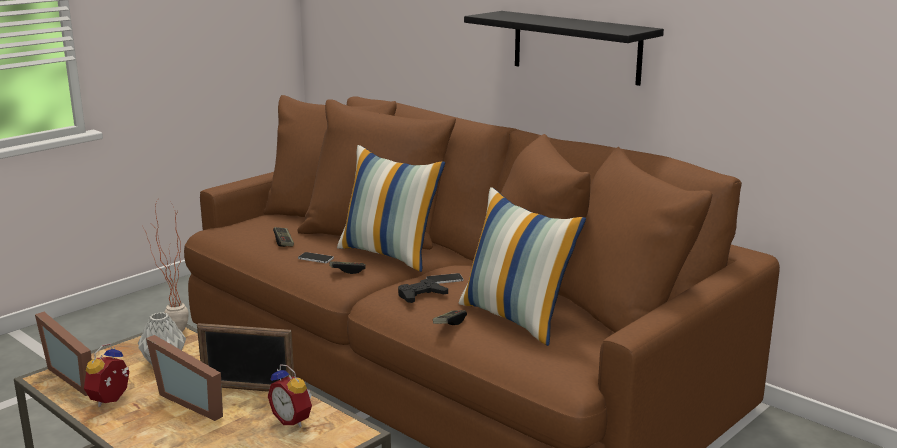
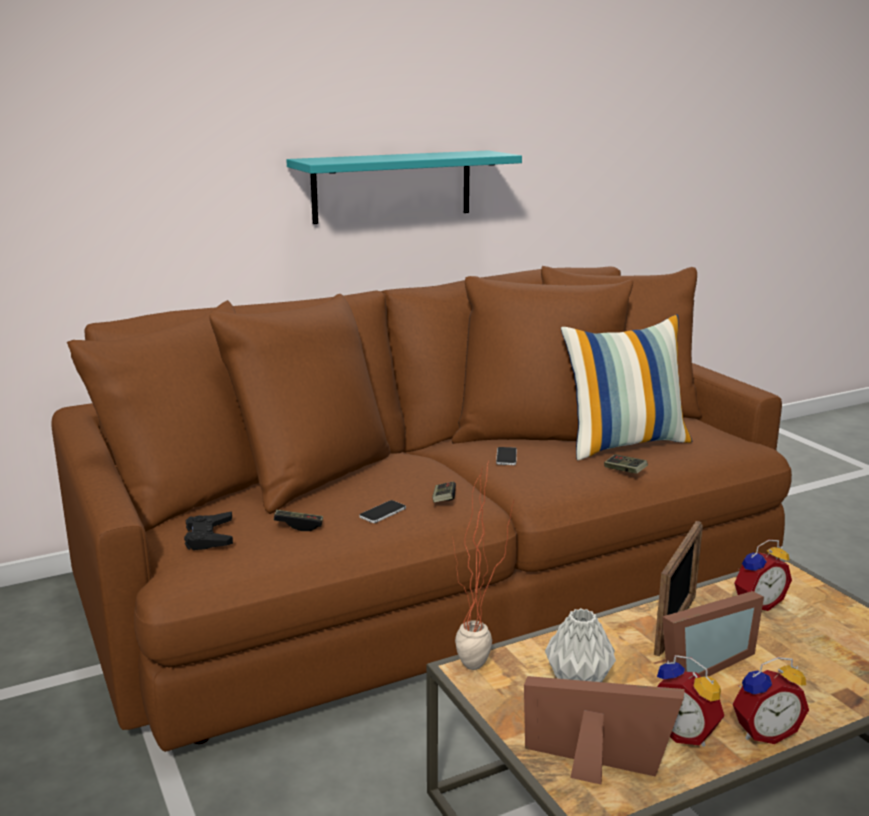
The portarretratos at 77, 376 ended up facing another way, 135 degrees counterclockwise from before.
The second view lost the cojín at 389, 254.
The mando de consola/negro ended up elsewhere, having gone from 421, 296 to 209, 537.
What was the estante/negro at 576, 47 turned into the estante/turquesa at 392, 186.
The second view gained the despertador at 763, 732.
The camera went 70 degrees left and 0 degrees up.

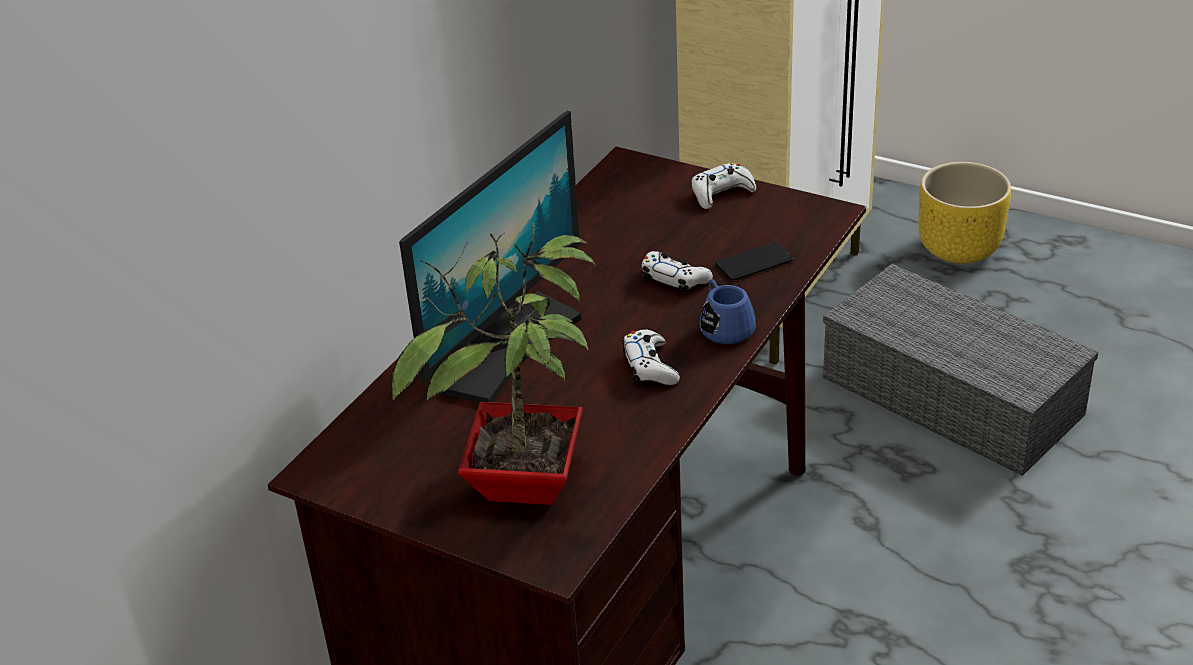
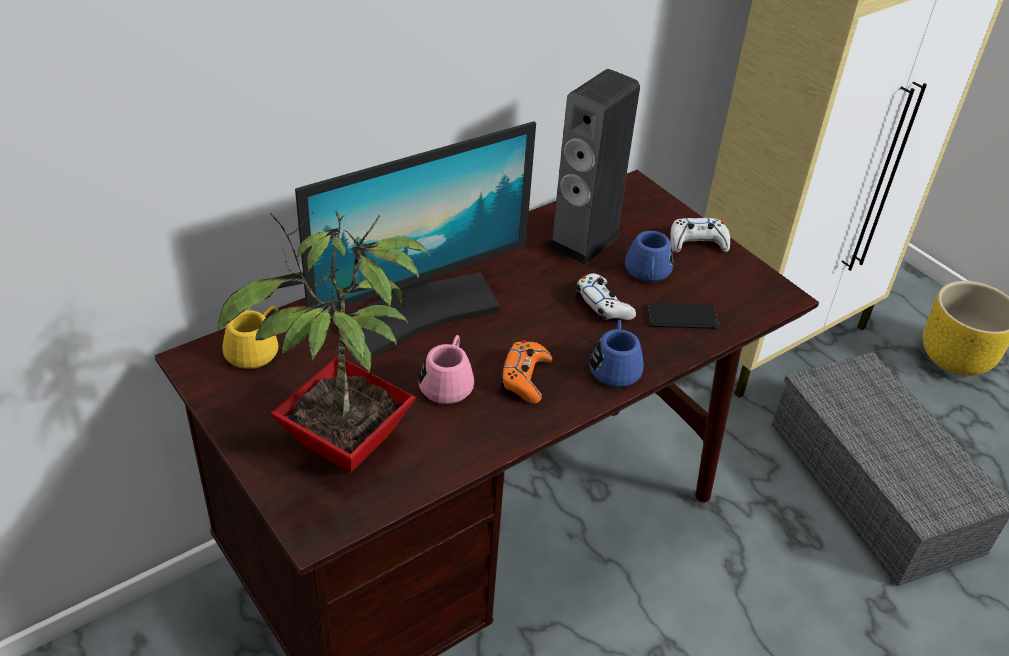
What was the mando de consola/blanco at 650, 366 turned into the mando de consola/naranja at 525, 377.
The second view gained the taza grande/amarillo at 256, 348.
The second view gained the taza grande/rosa at 448, 381.
The second view gained the altavoz at 584, 240.
The second view gained the taza grande/azul at 647, 273.
The camera went 20 degrees right and 5 degrees up.

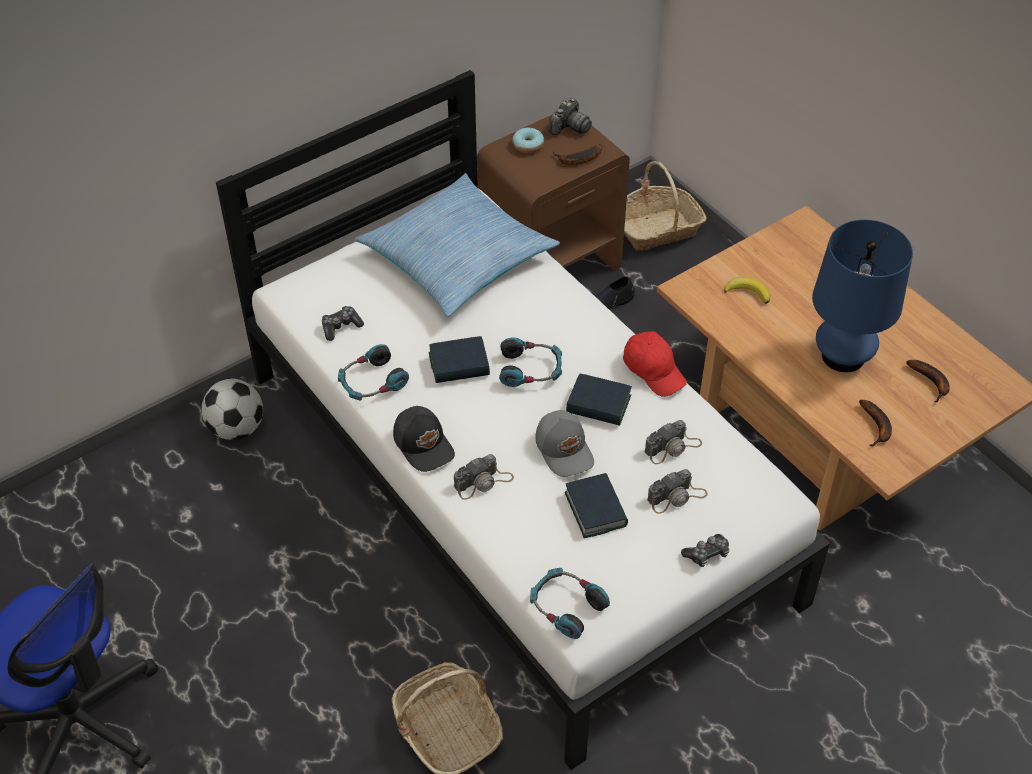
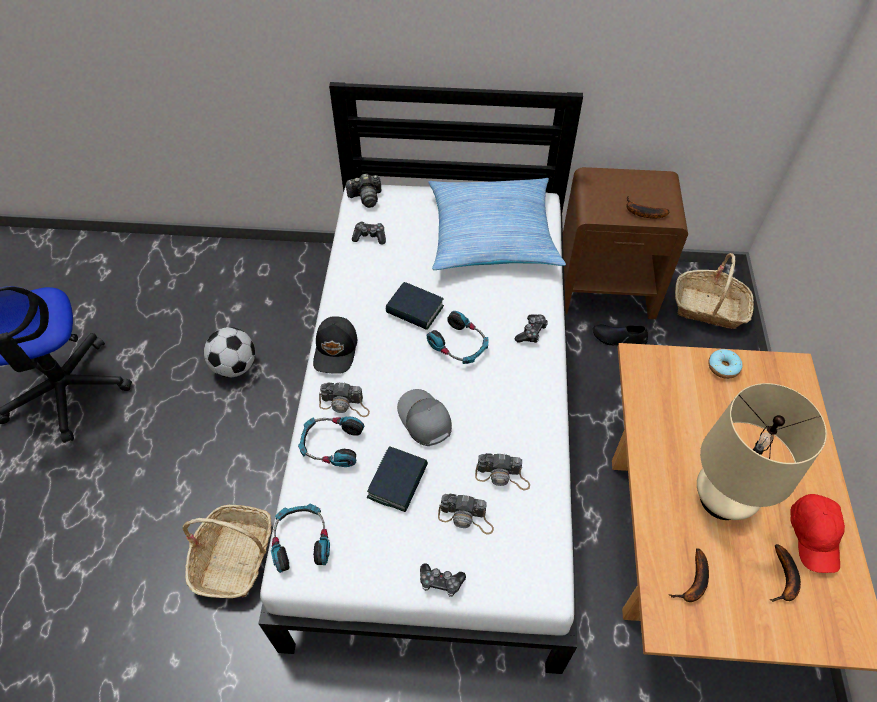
The balón de fútbol ended up elsewhere, having gone from 236, 428 to 235, 366.
The auriculares ended up elsewhere, having gone from 372, 382 to 331, 444.
The rosquilla ended up elsewhere, having gone from 528, 145 to 723, 367.
The gorra/gris at 565, 449 ended up facing another way, 135 degrees clockwise from before.
The cámara ended up elsewhere, having gone from 569, 127 to 366, 197.
The second view lost the libro at 598, 404.
The gorra/rojo ended up elsewhere, having gone from 654, 370 to 814, 536.
The second view lost the plátano at 748, 292.
What was the lámpara de mesa/azul at 843, 356 turned into the lámpara de mesa/beis at 722, 499.
The second view gained the mando de consola at 531, 332.
The camera went 40 degrees right and 5 degrees up.

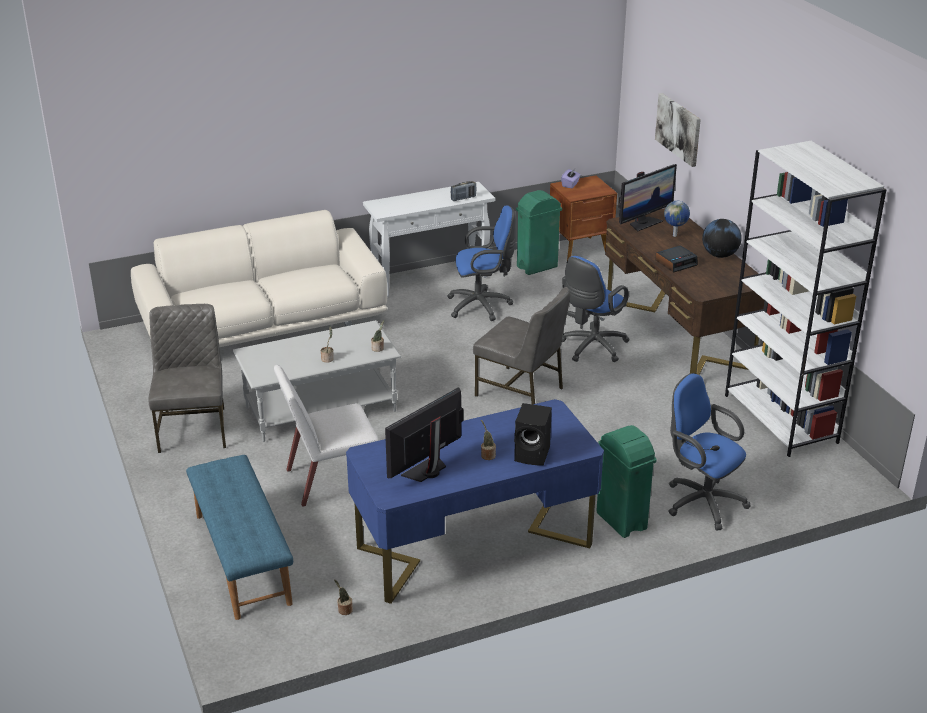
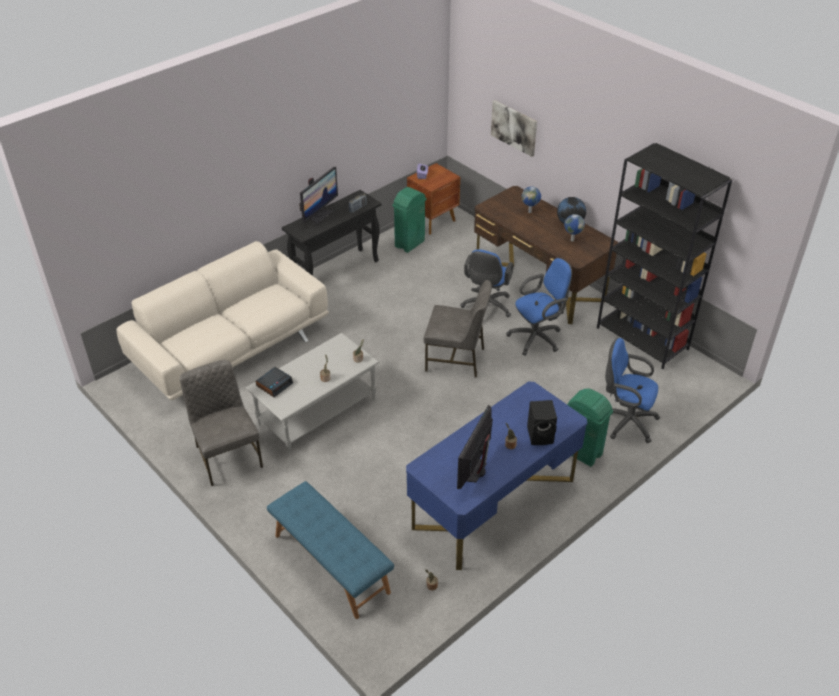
The second view lost the silla/blanco at 330, 480.
What was the mesa consola/blanco at 431, 279 turned into the mesa consola/negro at 336, 272.
The silla de oficina/azul ended up elsewhere, having gone from 482, 306 to 538, 337.
The monitor ended up elsewhere, having gone from 643, 223 to 319, 215.
The despertador ended up elsewhere, having gone from 676, 263 to 274, 384.
What was the estantería/blanco at 781, 419 turned into the estantería/negro at 643, 338.
The second view gained the globo terráqueo at 572, 240.
The camera went 20 degrees left and 10 degrees up.

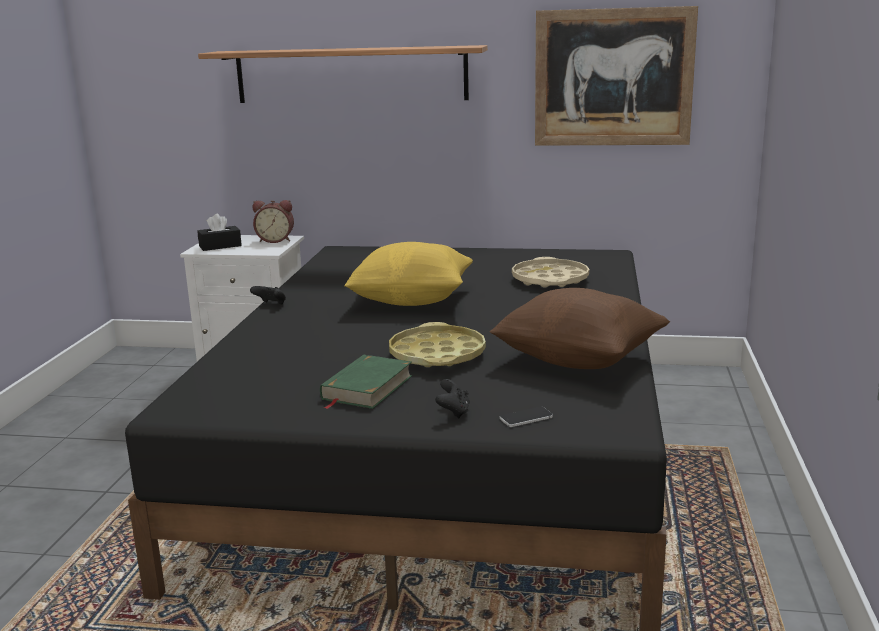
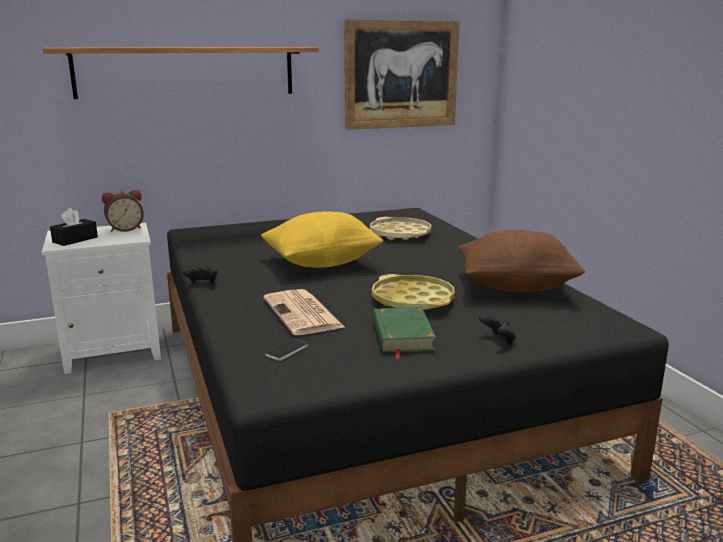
The móvil ended up elsewhere, having gone from 526, 418 to 286, 350.
The second view gained the periódico at 303, 313.
The camera went 30 degrees left and 0 degrees up.

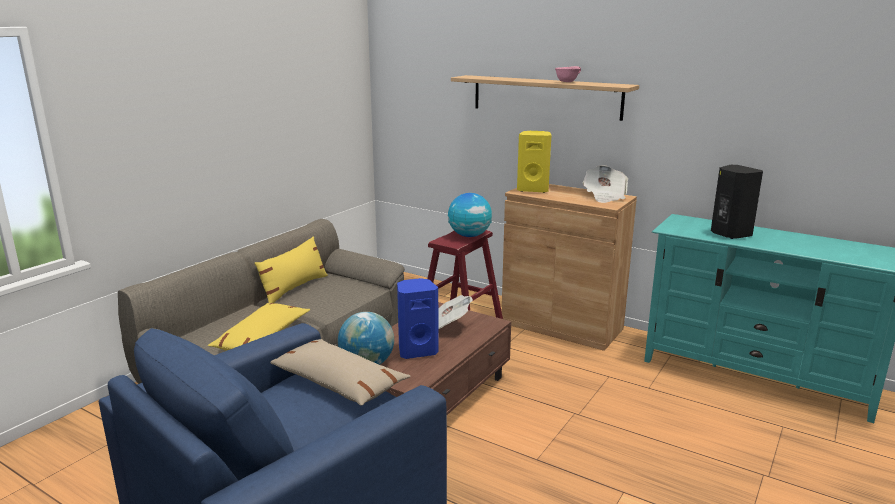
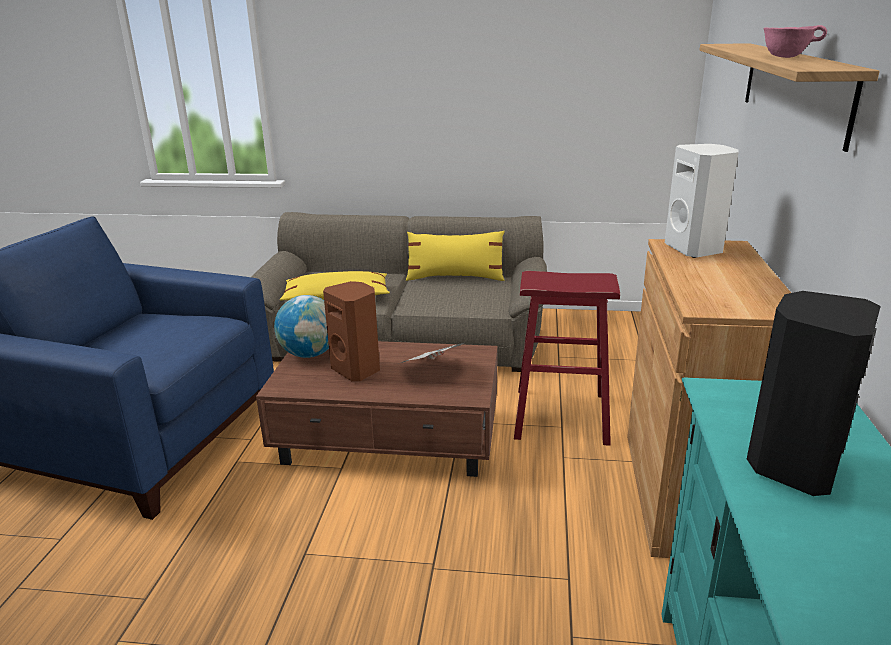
The second view lost the cojín/beis at 338, 383.
What was the altavoz/azul at 417, 350 turned into the altavoz/marrón at 357, 370.
The second view lost the globo terráqueo at 469, 236.
What was the altavoz/amarillo at 533, 190 turned into the altavoz/blanco at 695, 249.
The second view lost the periódico at 604, 196.
The camera went 65 degrees right and 5 degrees up.

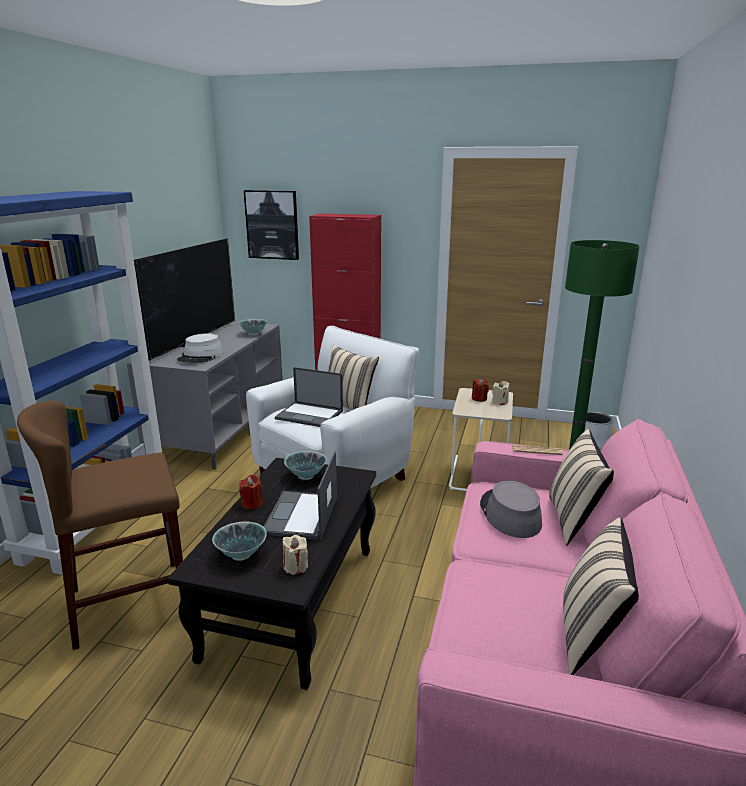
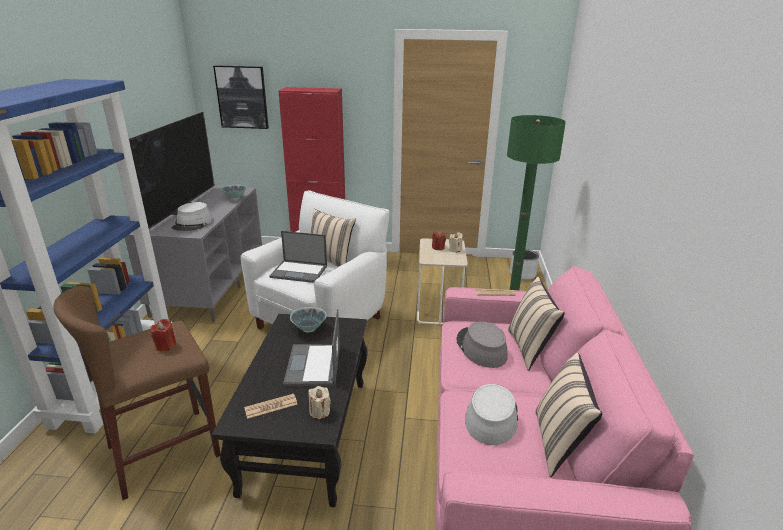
Where the cuenco stood at 241, 555, the periódico came to stand at 271, 406.
The vela/rojo ended up elsewhere, having gone from 252, 503 to 165, 345.
The second view gained the sombrero/gris at 491, 416.
The camera went 10 degrees left and 5 degrees up.

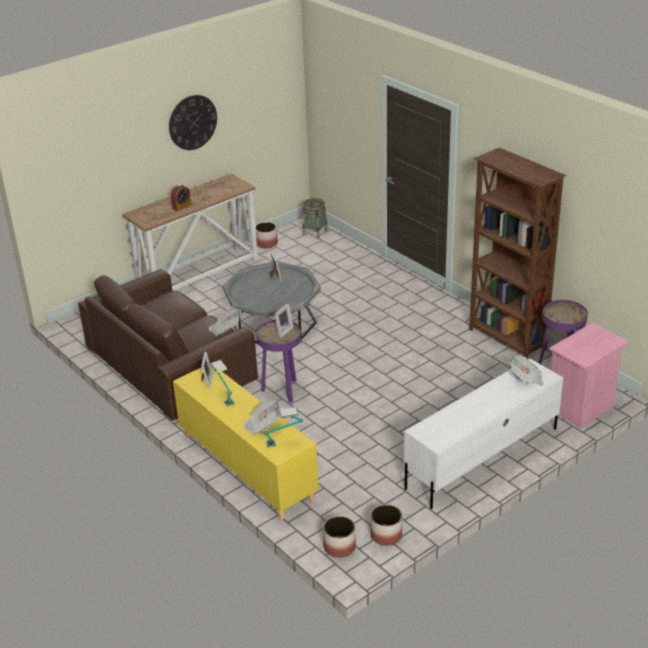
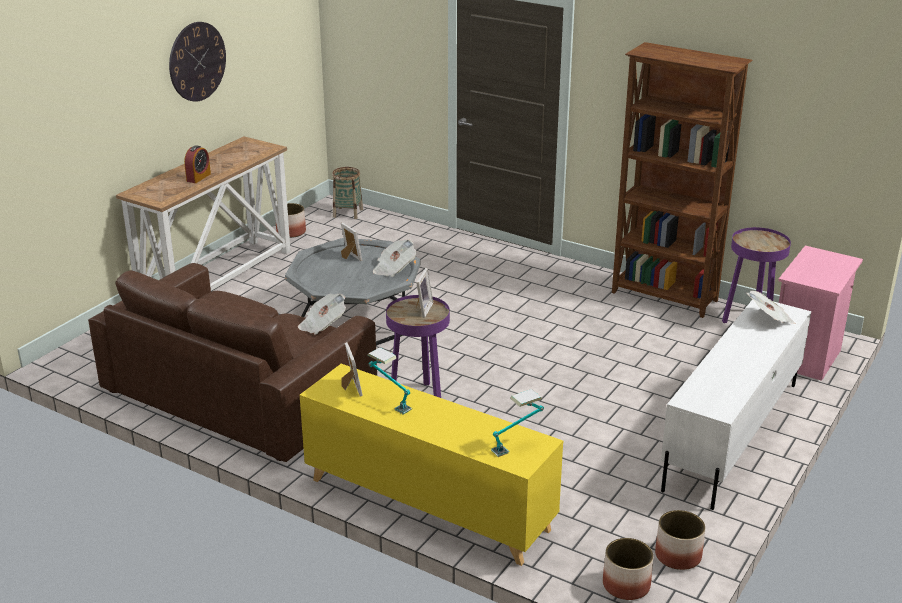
The periódico ended up elsewhere, having gone from 262, 425 to 394, 269.
The camera went 20 degrees left and 5 degrees down.

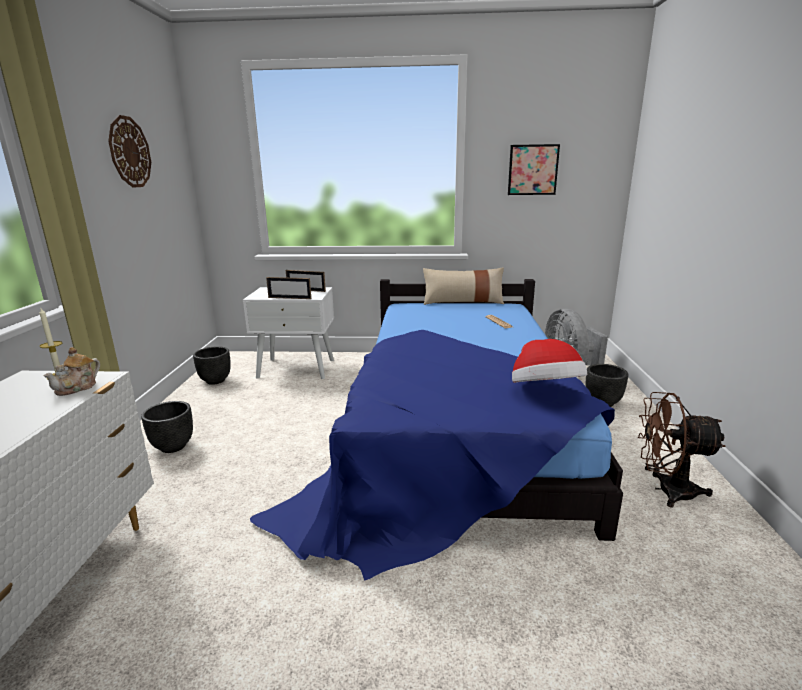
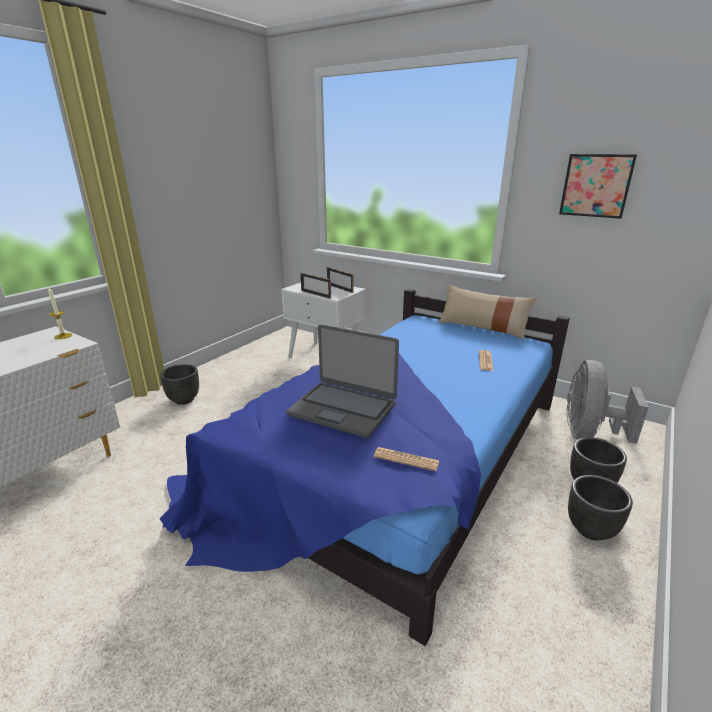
The second view lost the tetera at 78, 387.
The second view lost the reloj de pared at 129, 152.
The maceta/negro ended up elsewhere, having gone from 215, 381 to 589, 530.
Where the sombrero stood at 545, 392, the periódico came to stand at 406, 459.
The second view lost the ventilador/marrón at 666, 490.
The second view gained the portátil at 343, 409.
The camera went 30 degrees right and 5 degrees up.

